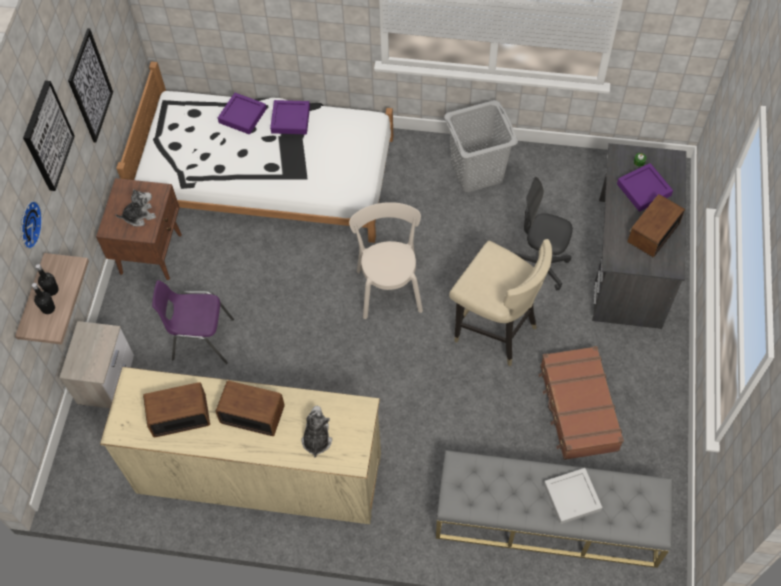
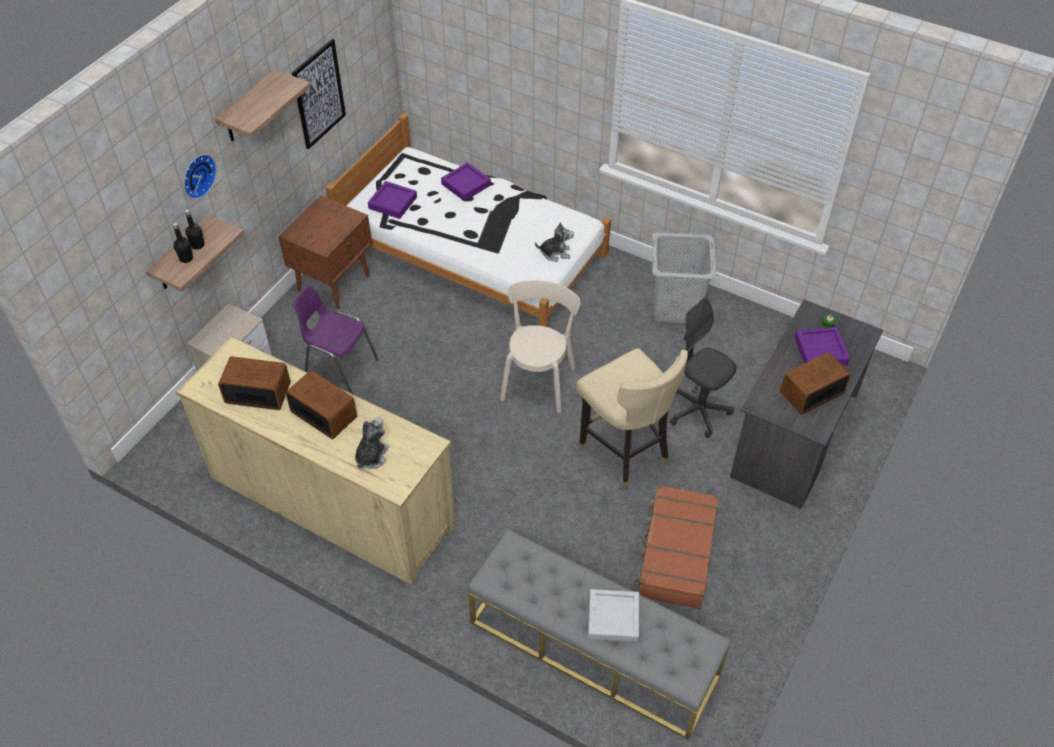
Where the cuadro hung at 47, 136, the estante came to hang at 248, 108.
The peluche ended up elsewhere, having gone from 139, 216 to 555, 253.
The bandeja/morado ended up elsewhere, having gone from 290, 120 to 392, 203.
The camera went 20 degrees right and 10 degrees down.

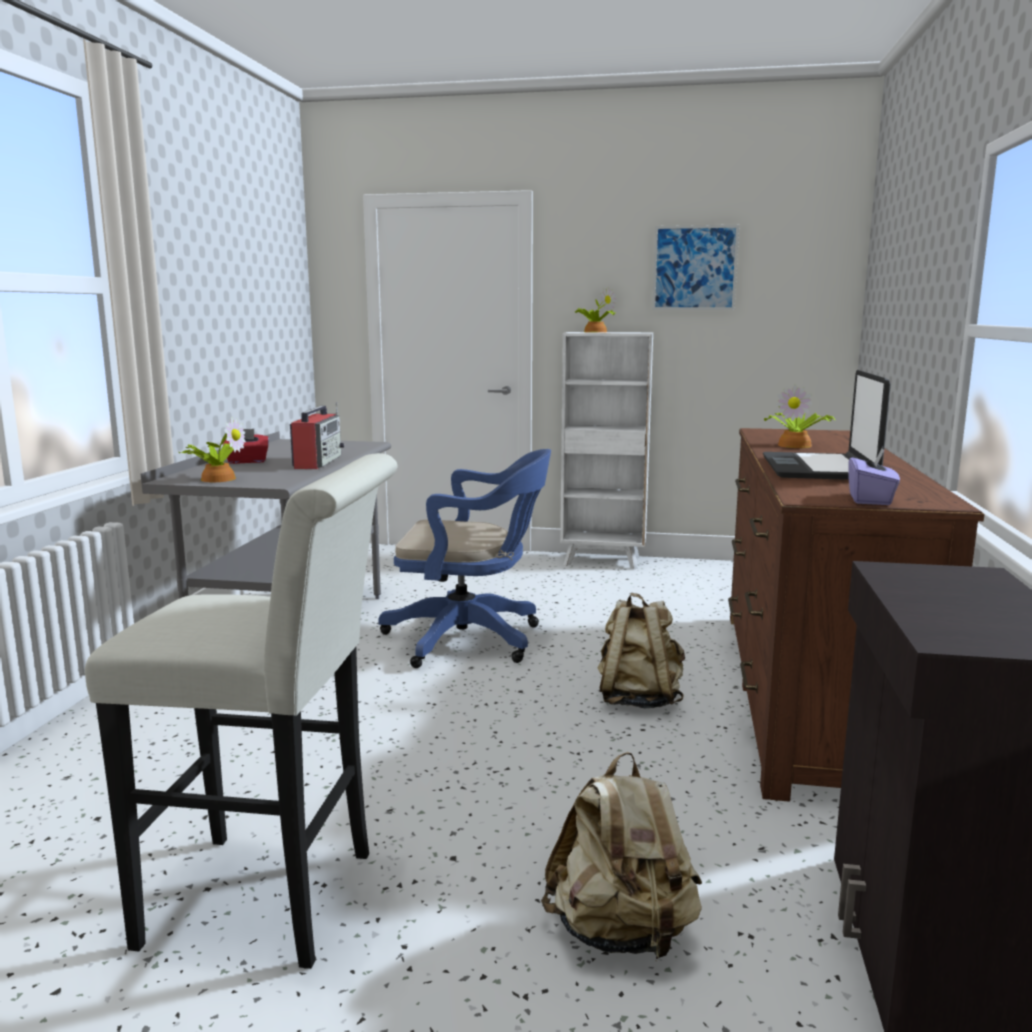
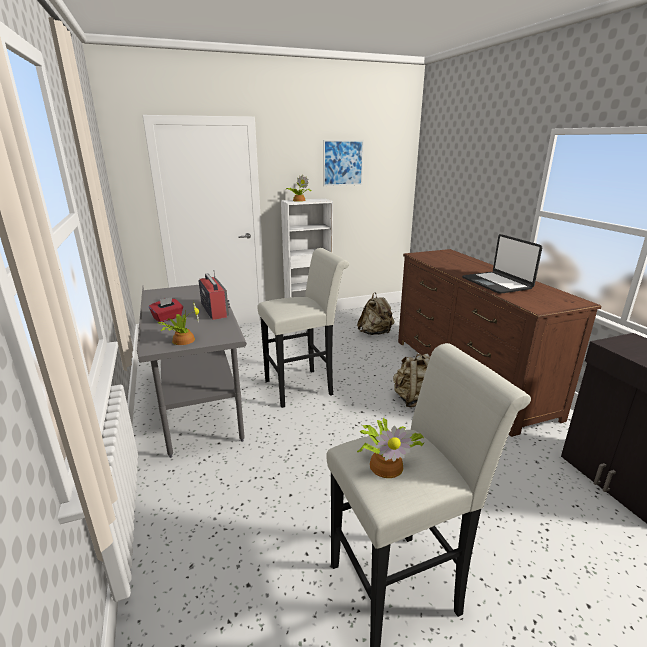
Where the silla de oficina/azul stood at 471, 640, the taburete/blanco came to stand at 303, 386.
The mochila/beis ended up elsewhere, having gone from 621, 933 to 375, 333.
The planta en maceta ended up elsewhere, having gone from 796, 445 to 387, 464.
The second view lost the caja de pañuelos/morado at 870, 499.
The camera went 30 degrees left and 10 degrees up.

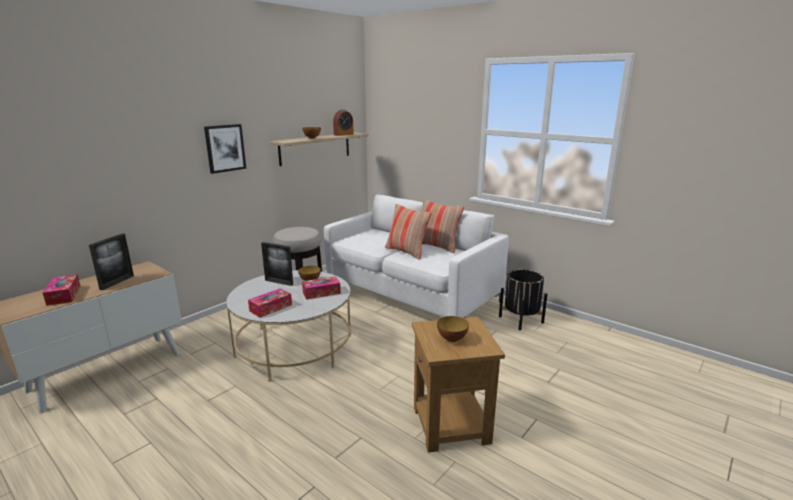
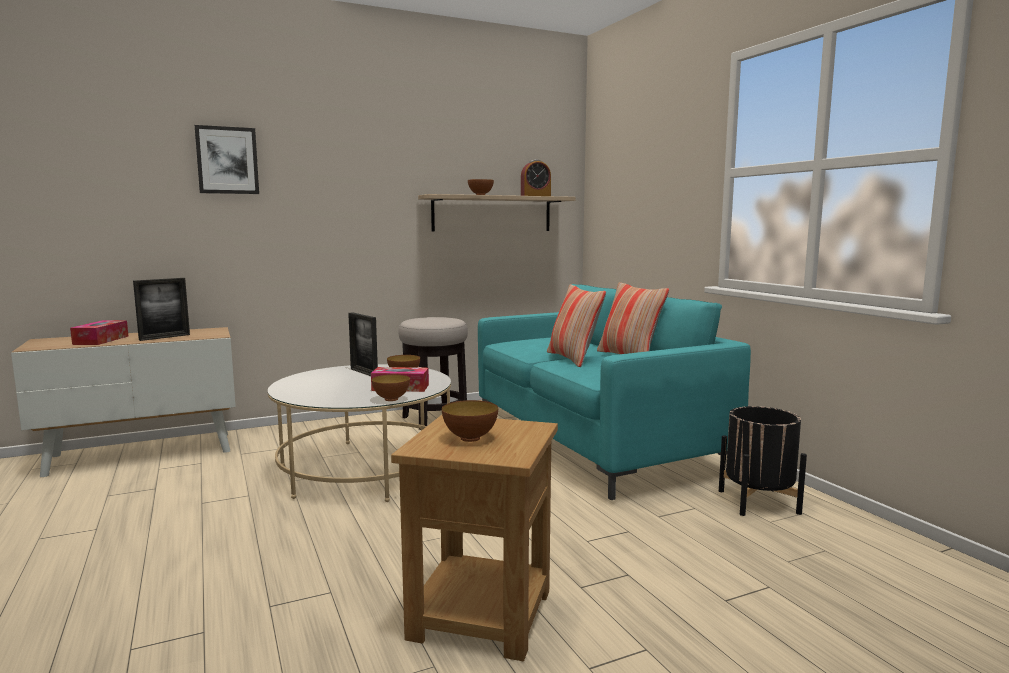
The cuadro ended up elsewhere, having gone from 225, 148 to 227, 160.
The second view lost the caja de pañuelos at 271, 308.
What was the sofá/blanco at 412, 296 turned into the sofá/turquesa at 593, 442.
The second view gained the cuenco at 391, 399.
The camera went 25 degrees right and 10 degrees down.

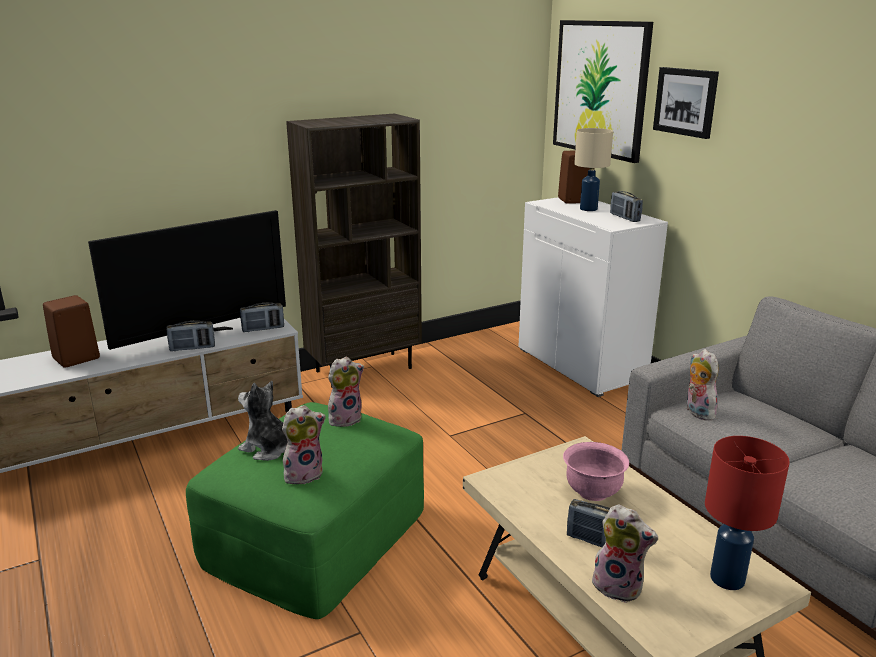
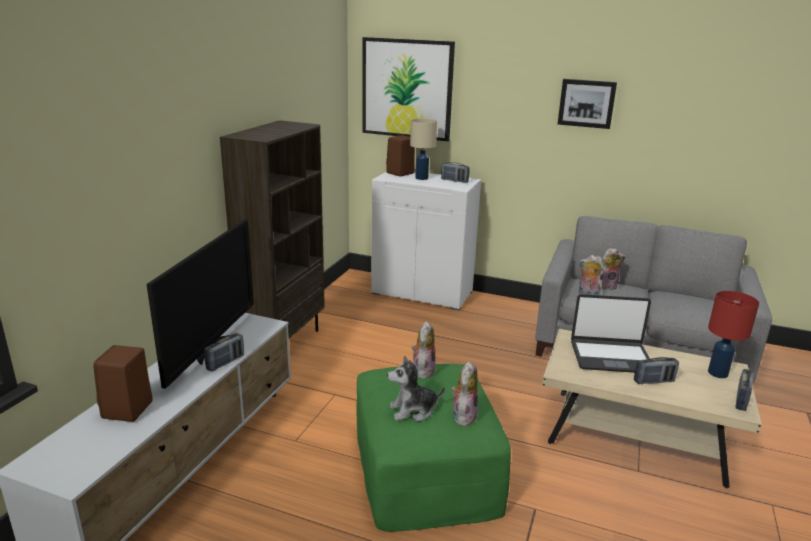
The radio ended up elsewhere, having gone from 263, 329 to 741, 400.
Where the cuenco/rosa stood at 592, 492, the portátil came to stand at 610, 357.
The peluche ended up elsewhere, having gone from 619, 586 to 607, 286.
The cuadro ended up elsewhere, having gone from 686, 102 to 586, 103.
The camera went 40 degrees left and 0 degrees up.

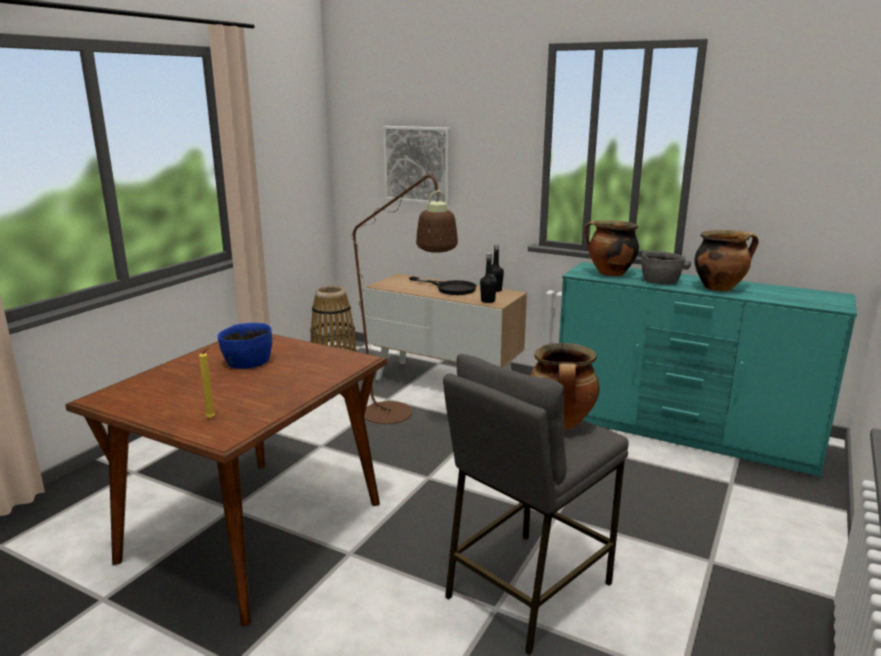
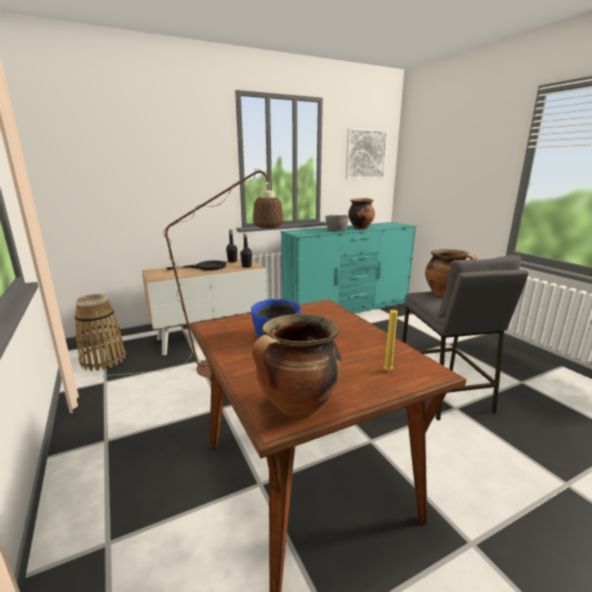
The cuadro ended up elsewhere, having gone from 417, 164 to 365, 154.
The olla ended up elsewhere, having gone from 609, 273 to 297, 407.
The camera went 55 degrees left and 0 degrees up.

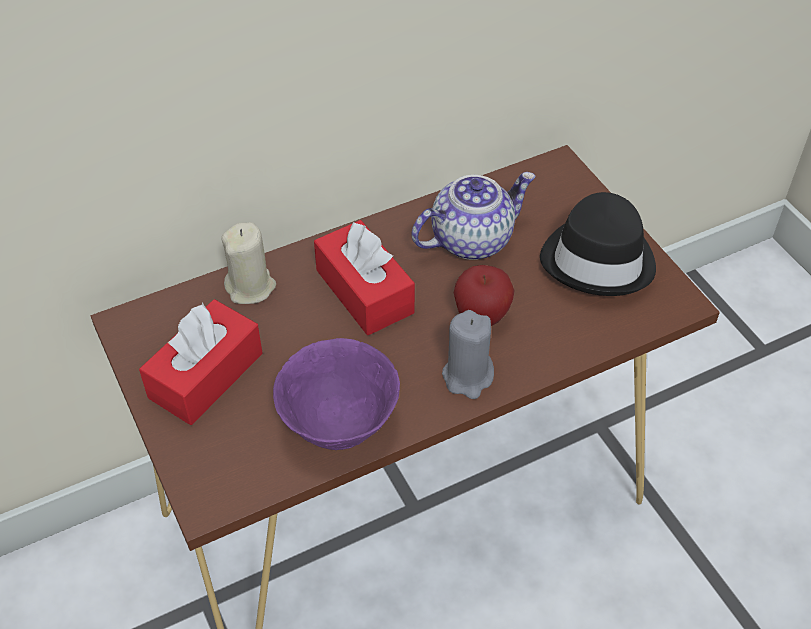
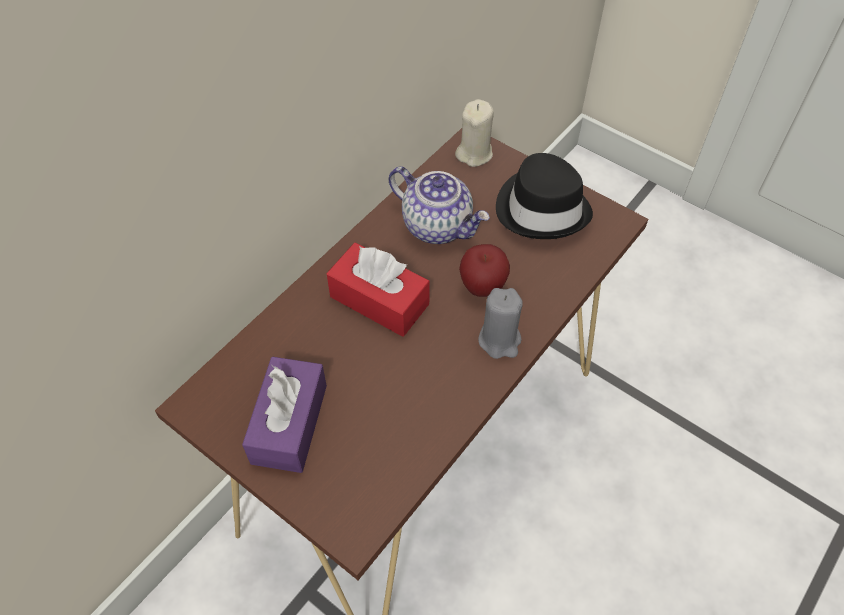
What was the caja de pañuelos/rojo at 206, 375 turned into the caja de pañuelos/morado at 289, 423.
The vela/beis ended up elsewhere, having gone from 251, 287 to 474, 153.
The second view lost the cuenco/morado at 340, 423.
The tetera at 471, 239 ended up facing another way, 90 degrees clockwise from before.
The camera went 25 degrees left and 5 degrees up.

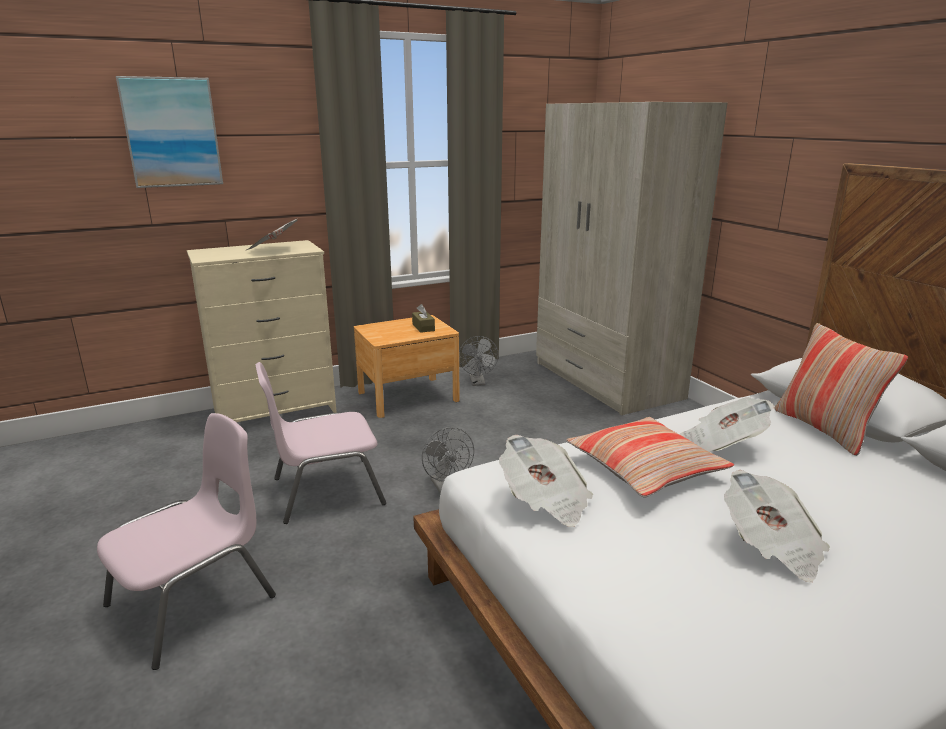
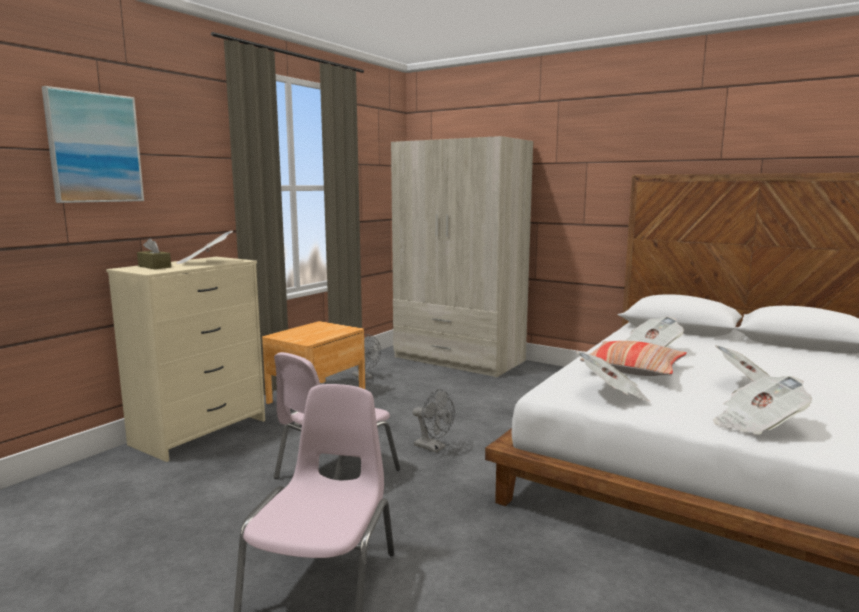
The caja de pañuelos/marrón ended up elsewhere, having gone from 423, 327 to 154, 267.
The second view lost the cojín at 824, 429.
The second view gained the periódico at 757, 425.
The camera went 30 degrees left and 10 degrees down.

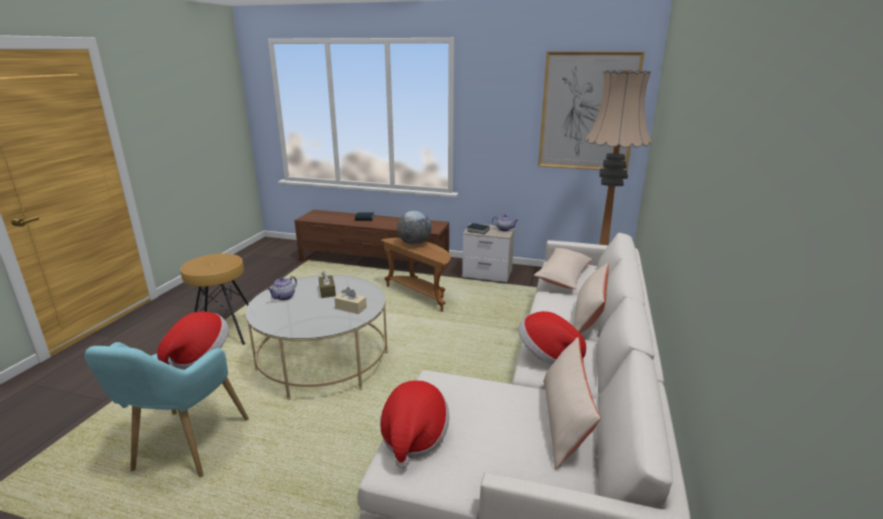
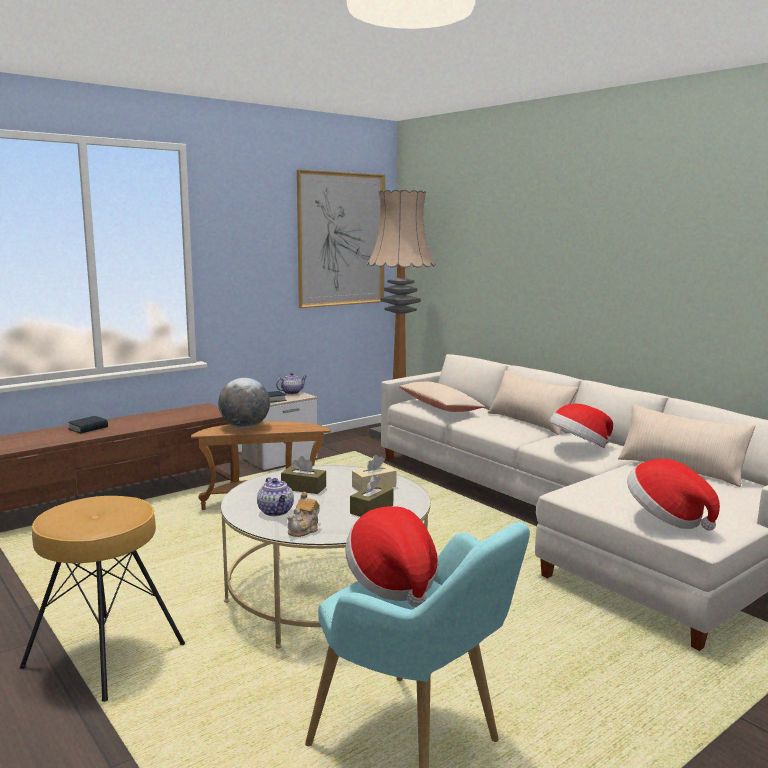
The second view gained the tetera at 304, 530.
The second view gained the caja de pañuelos/marrón at 371, 509.
The camera went 55 degrees left and 10 degrees down.

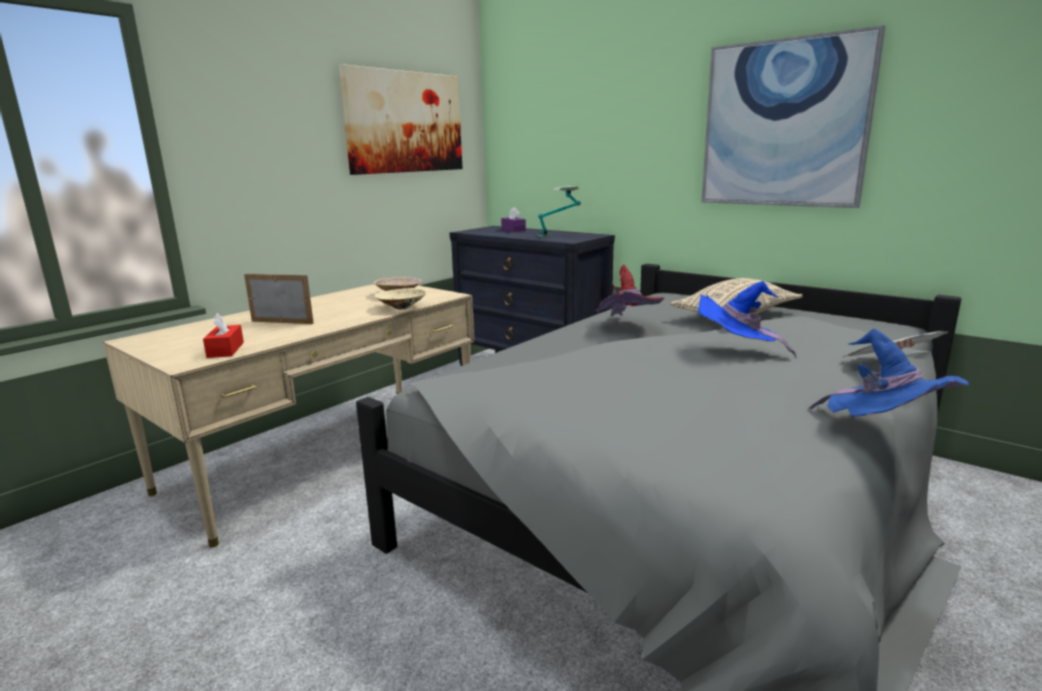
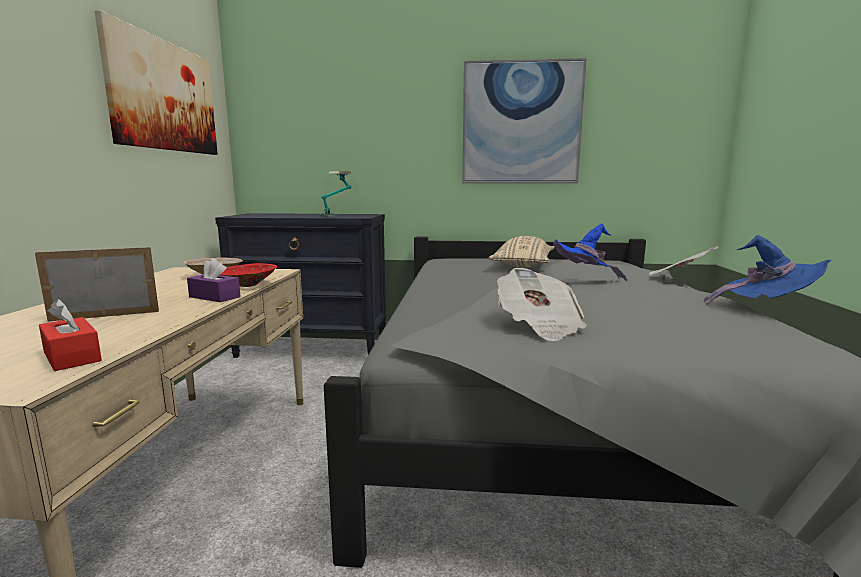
What was the cuenco/beis at 401, 307 turned into the cuenco/rojo at 246, 285.
The caja de pañuelos/morado ended up elsewhere, having gone from 513, 230 to 214, 297.
The second view lost the sombrero/rojo at 626, 327.
The second view gained the periódico at 539, 326.
The camera went 35 degrees left and 5 degrees down.

